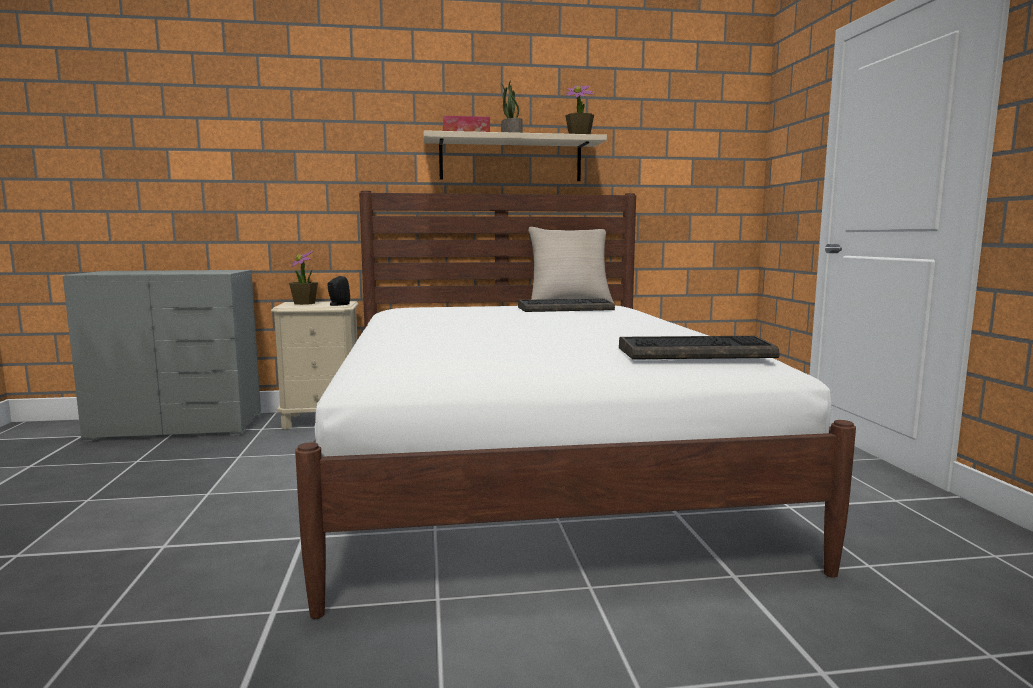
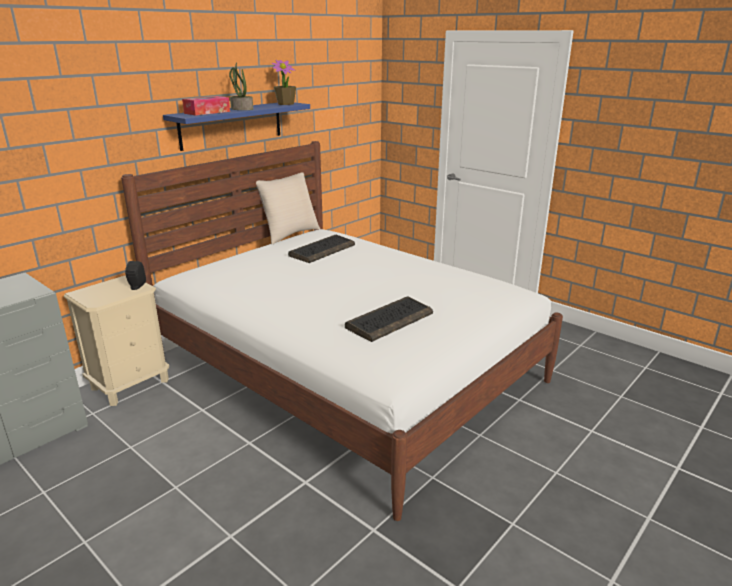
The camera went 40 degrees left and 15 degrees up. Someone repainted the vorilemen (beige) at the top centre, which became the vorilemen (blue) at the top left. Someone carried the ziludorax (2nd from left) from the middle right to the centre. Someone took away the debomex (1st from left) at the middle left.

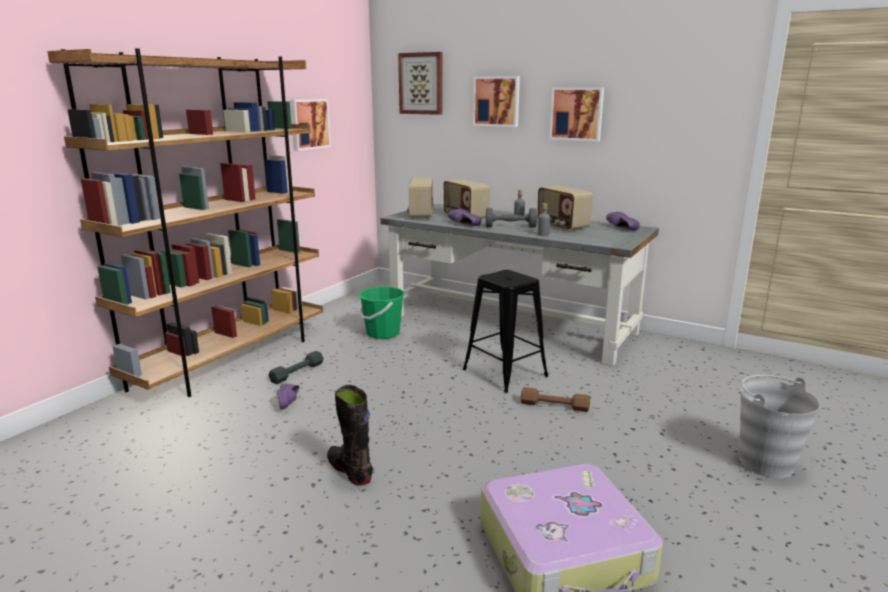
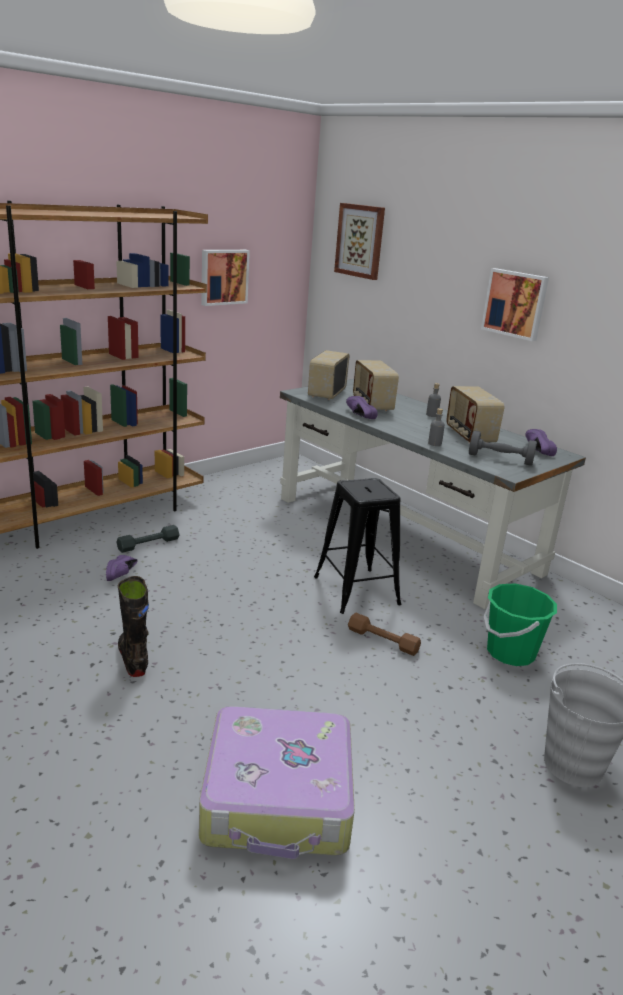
The camera went 15 degrees right and 5 degrees up. Someone carried the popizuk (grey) (2nd from left) from the centre to the middle right. Someone carried the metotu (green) from the centre to the middle right. Someone took away the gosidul (3rd from left) at the top centre.

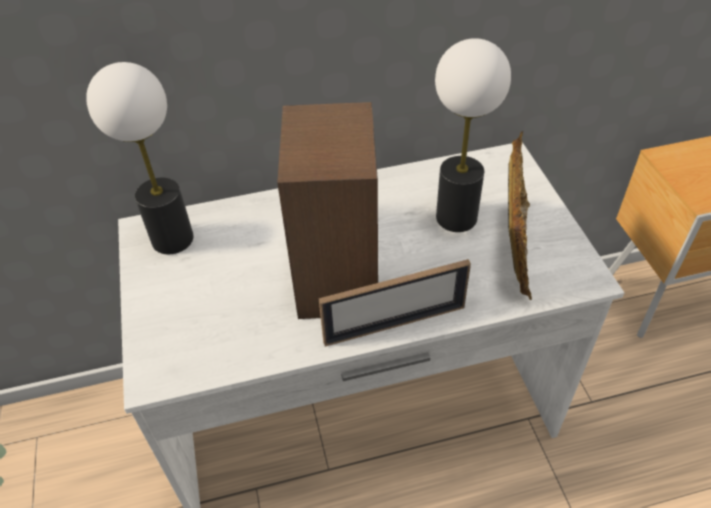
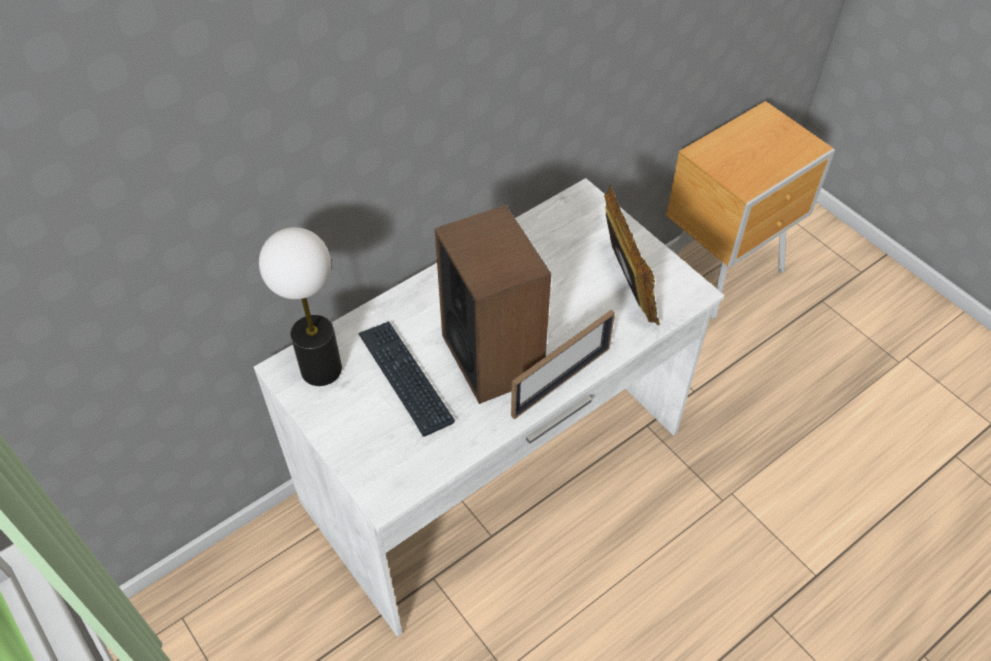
The camera went 25 degrees left and 5 degrees up. Someone put down the ziludorax at the centre. Someone took away the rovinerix (2nd from left) at the top centre.

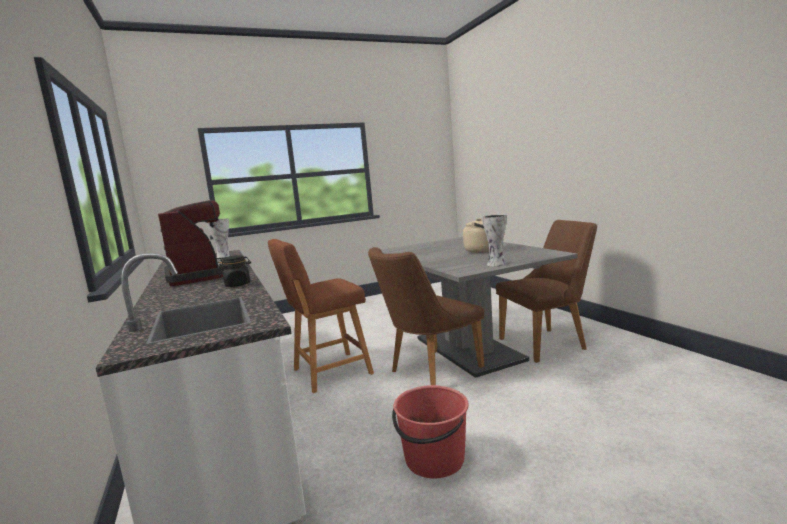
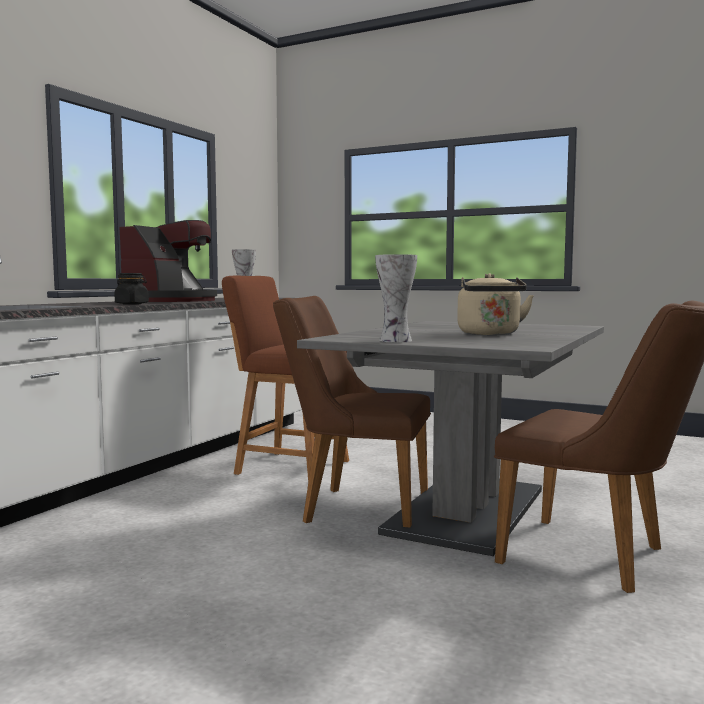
The camera went 50 degrees right and 5 degrees down. Someone took away the metotu (red) at the bottom centre.

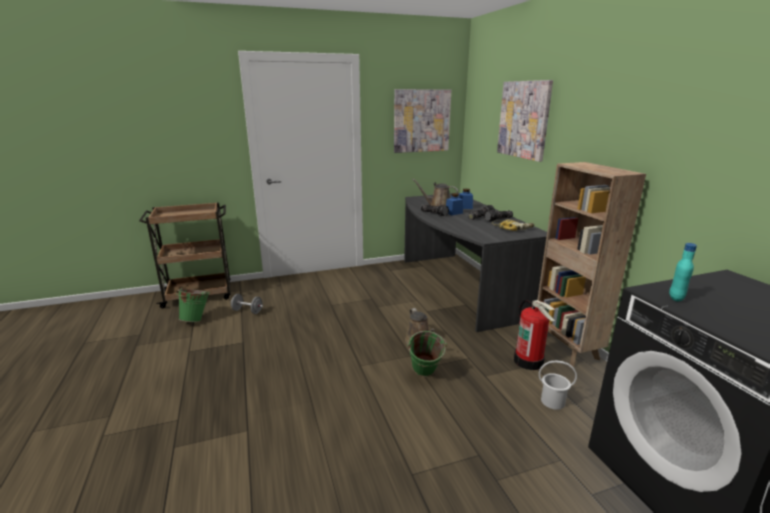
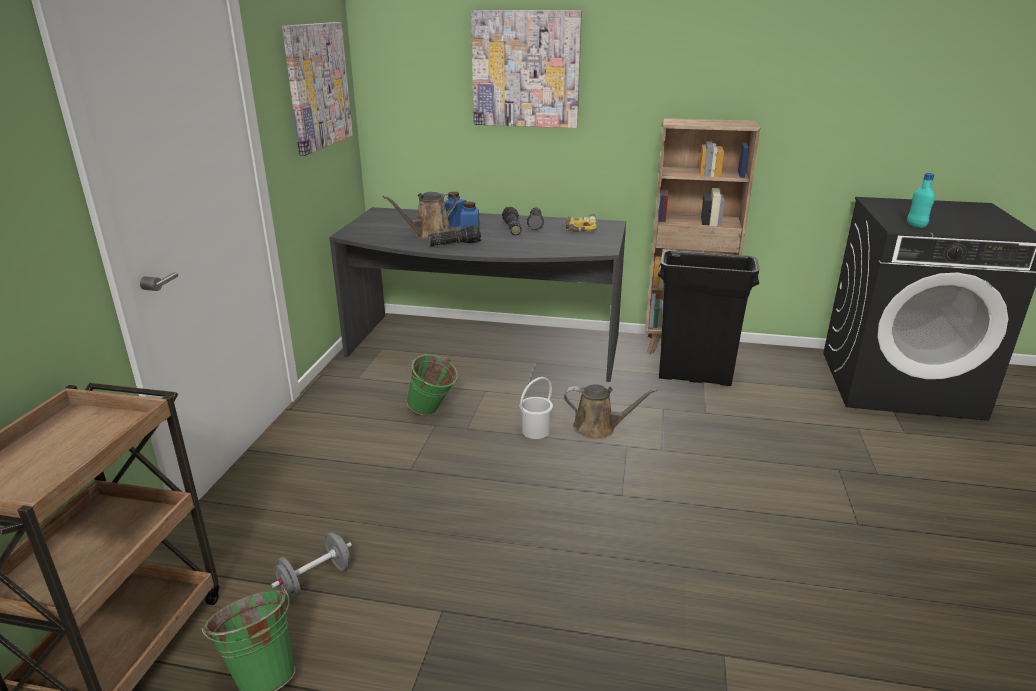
The camera went 60 degrees left and 5 degrees up. Someone carried the metotu (green) (2nd from left) from the bottom centre to the centre. Someone carried the metotu (white) from the bottom right to the centre. Someone swapped the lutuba at the middle right for the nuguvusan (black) at the middle right.

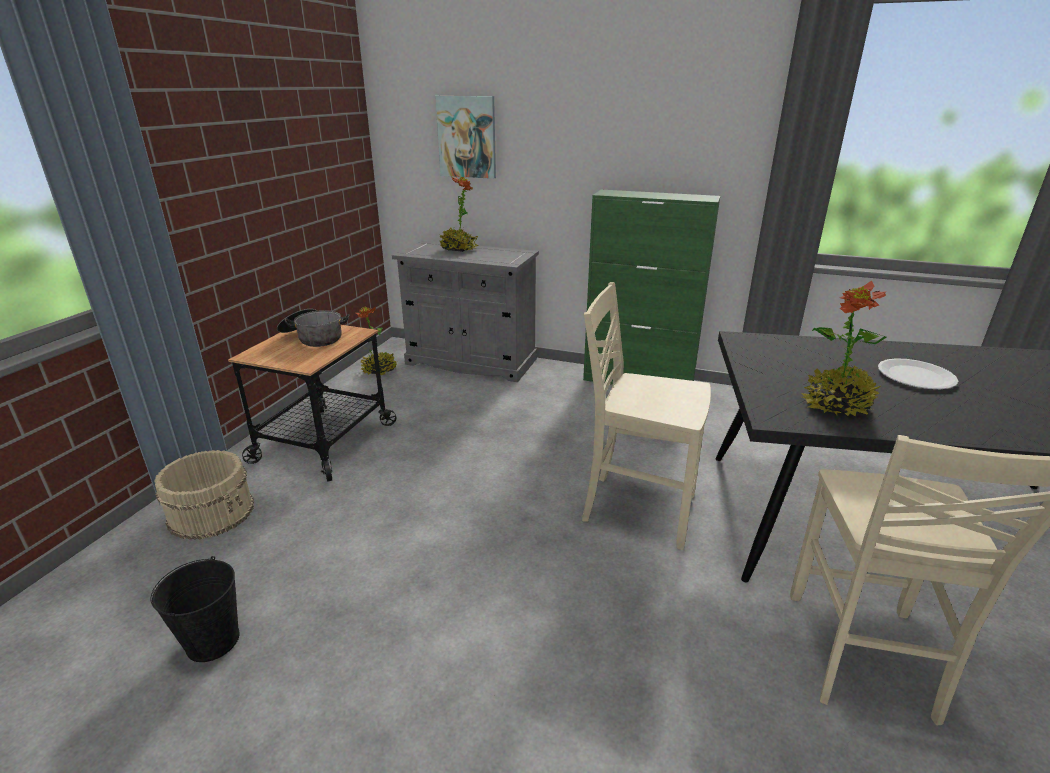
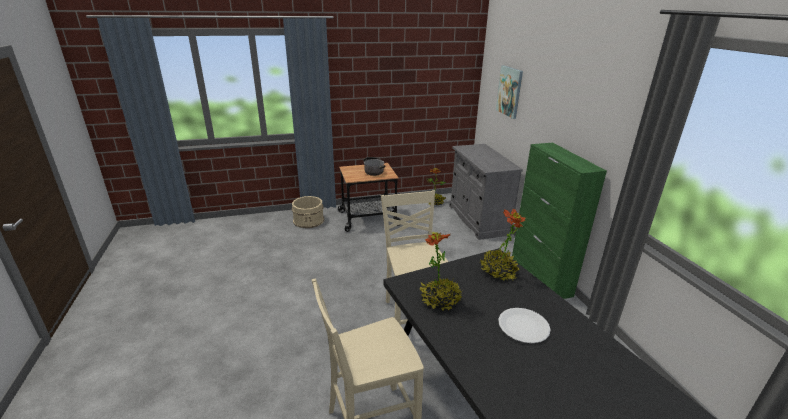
The camera went 55 degrees right and 0 degrees up. Someone carried the debomex (2nd from left in the first image) from the top centre to the centre. Someone took away the metotu (black) at the bottom left.

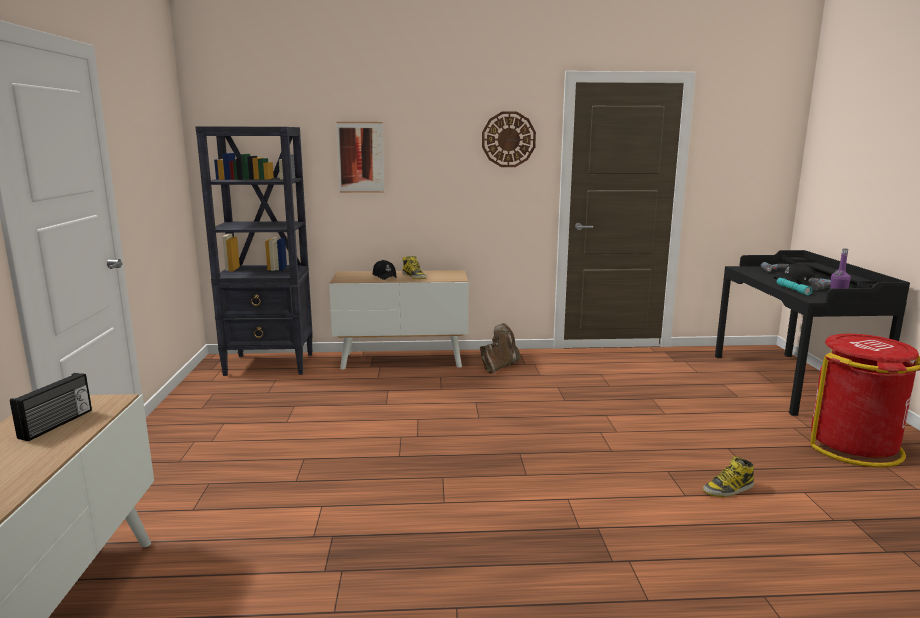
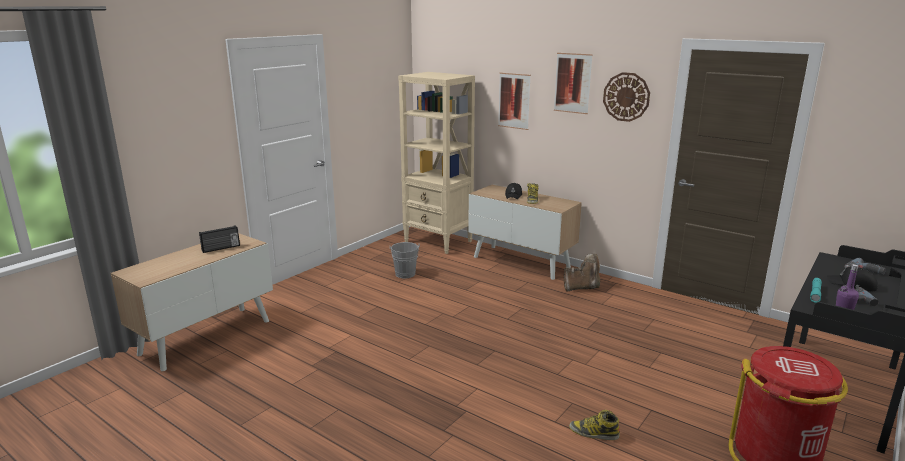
The camera went 40 degrees right and 5 degrees up. Someone put down the metotu (grey) at the centre. Someone repainted the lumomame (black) at the middle left, which became the lumomame (beige) at the centre. Someone put up the gosidul (2nd from left) at the top centre.

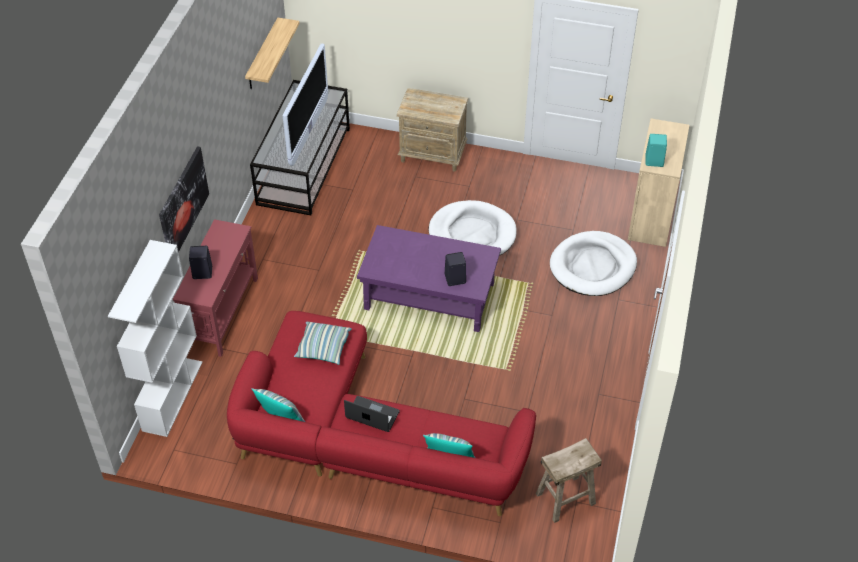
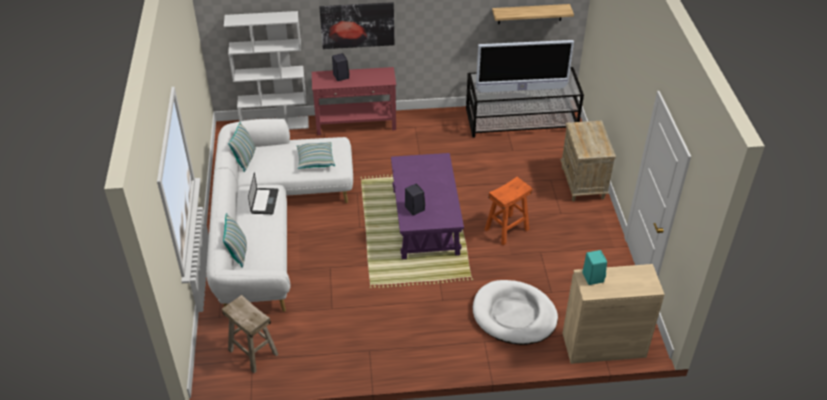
The camera went 70 degrees right and 5 degrees down. Someone repainted the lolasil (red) at the bottom centre, which became the lolasil (white) at the centre. Someone swapped the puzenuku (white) (1st from left) at the centre for the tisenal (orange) at the centre.

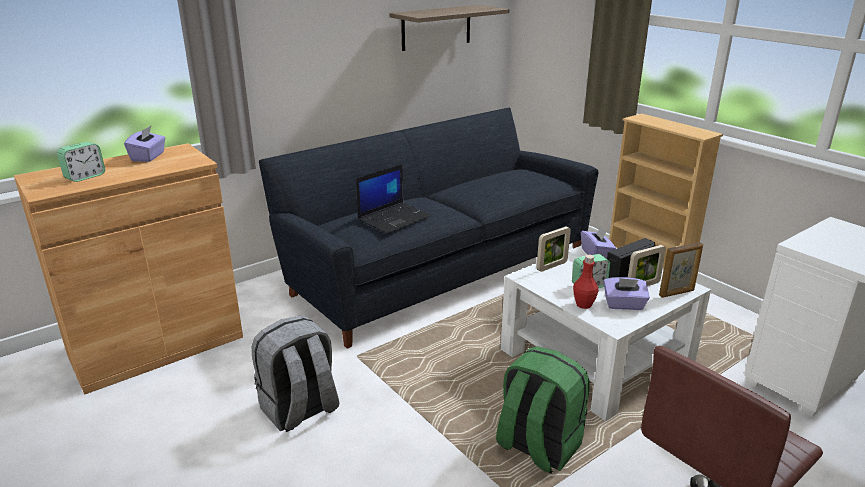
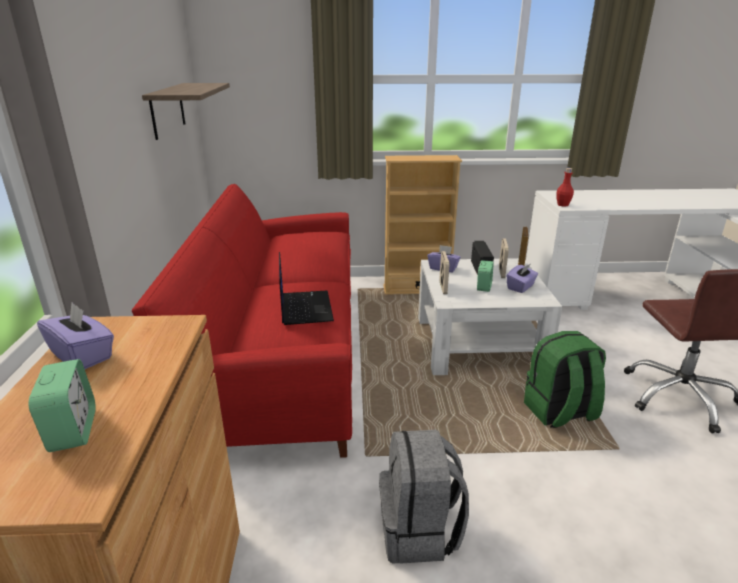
The camera went 55 degrees left and 0 degrees up. Someone repainted the lolasil (black) at the centre, which became the lolasil (red) at the middle left. Someone carried the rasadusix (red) from the middle right to the top right.

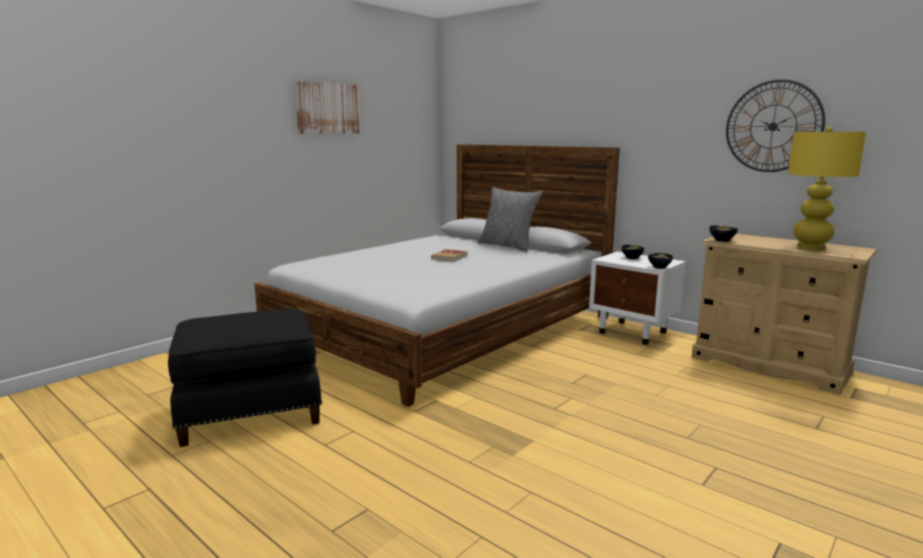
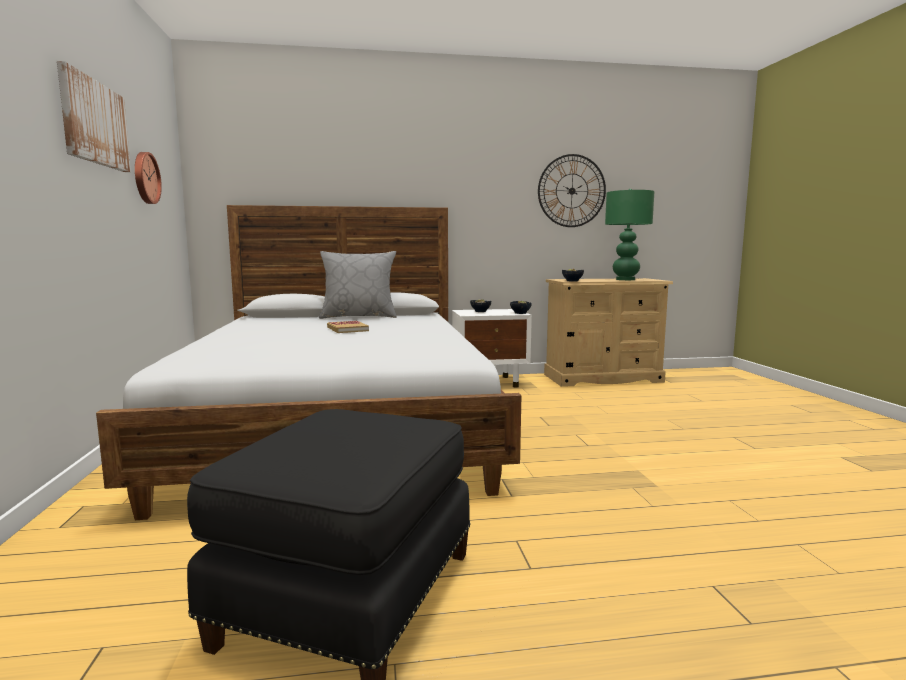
The camera went 50 degrees left and 5 degrees down. Someone put up the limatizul (1st from left) at the top left. Someone repainted the rovinerix (yellow) at the middle right, which became the rovinerix (green) at the middle right.

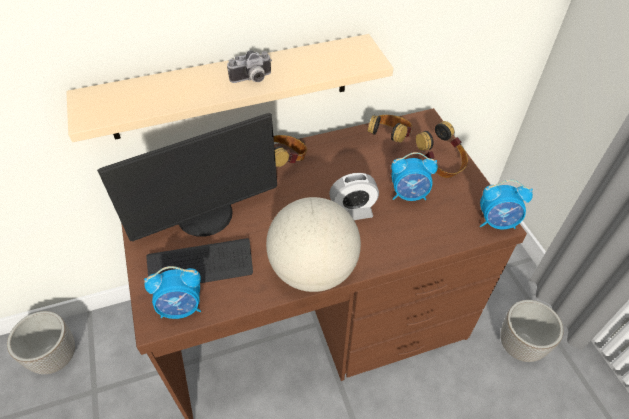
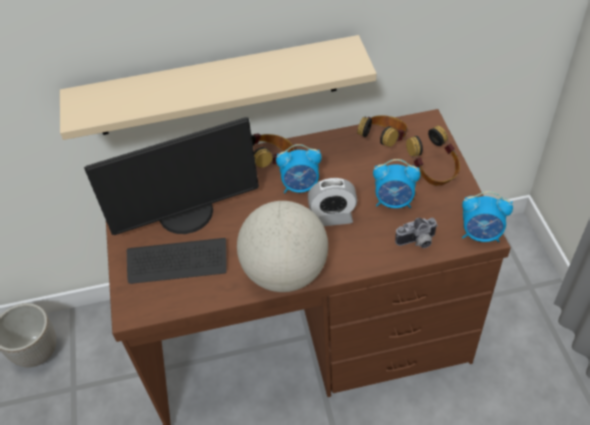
The camera went 10 degrees right and 0 degrees up. Someone carried the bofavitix (1st from left) from the bottom left to the centre. Someone carried the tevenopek from the top centre to the middle right. Someone took away the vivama (2nd from left) at the bottom right.

